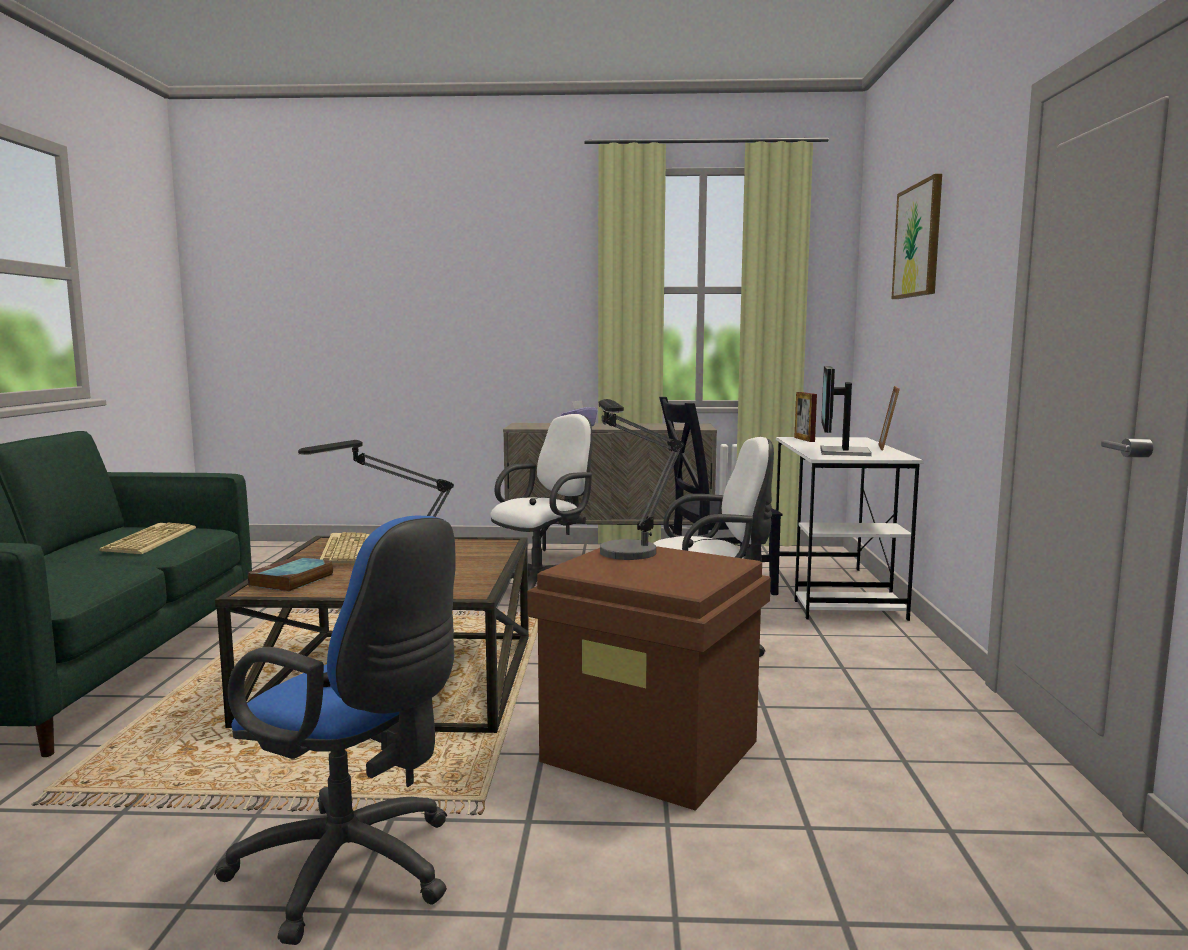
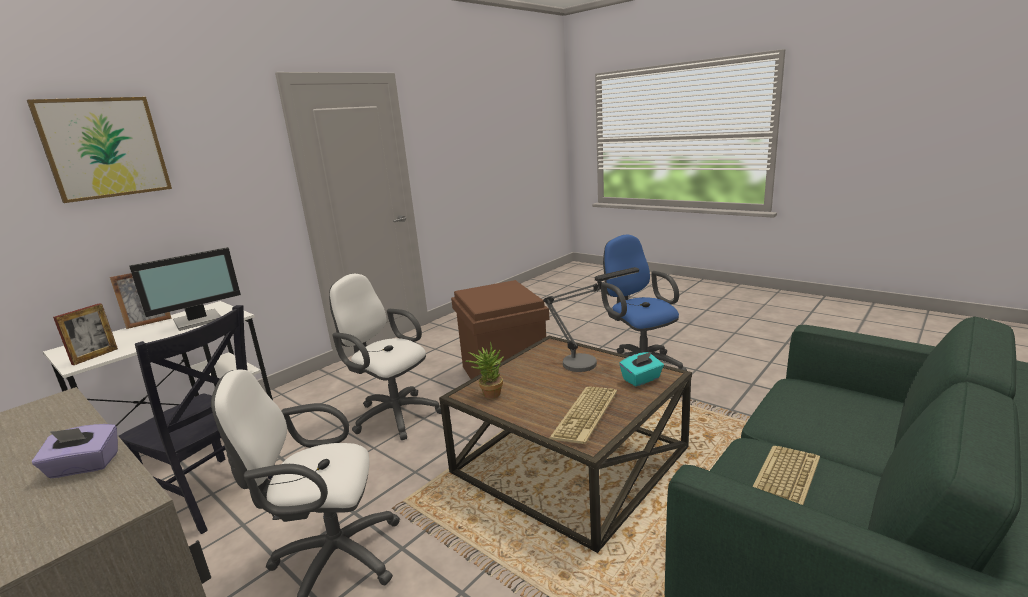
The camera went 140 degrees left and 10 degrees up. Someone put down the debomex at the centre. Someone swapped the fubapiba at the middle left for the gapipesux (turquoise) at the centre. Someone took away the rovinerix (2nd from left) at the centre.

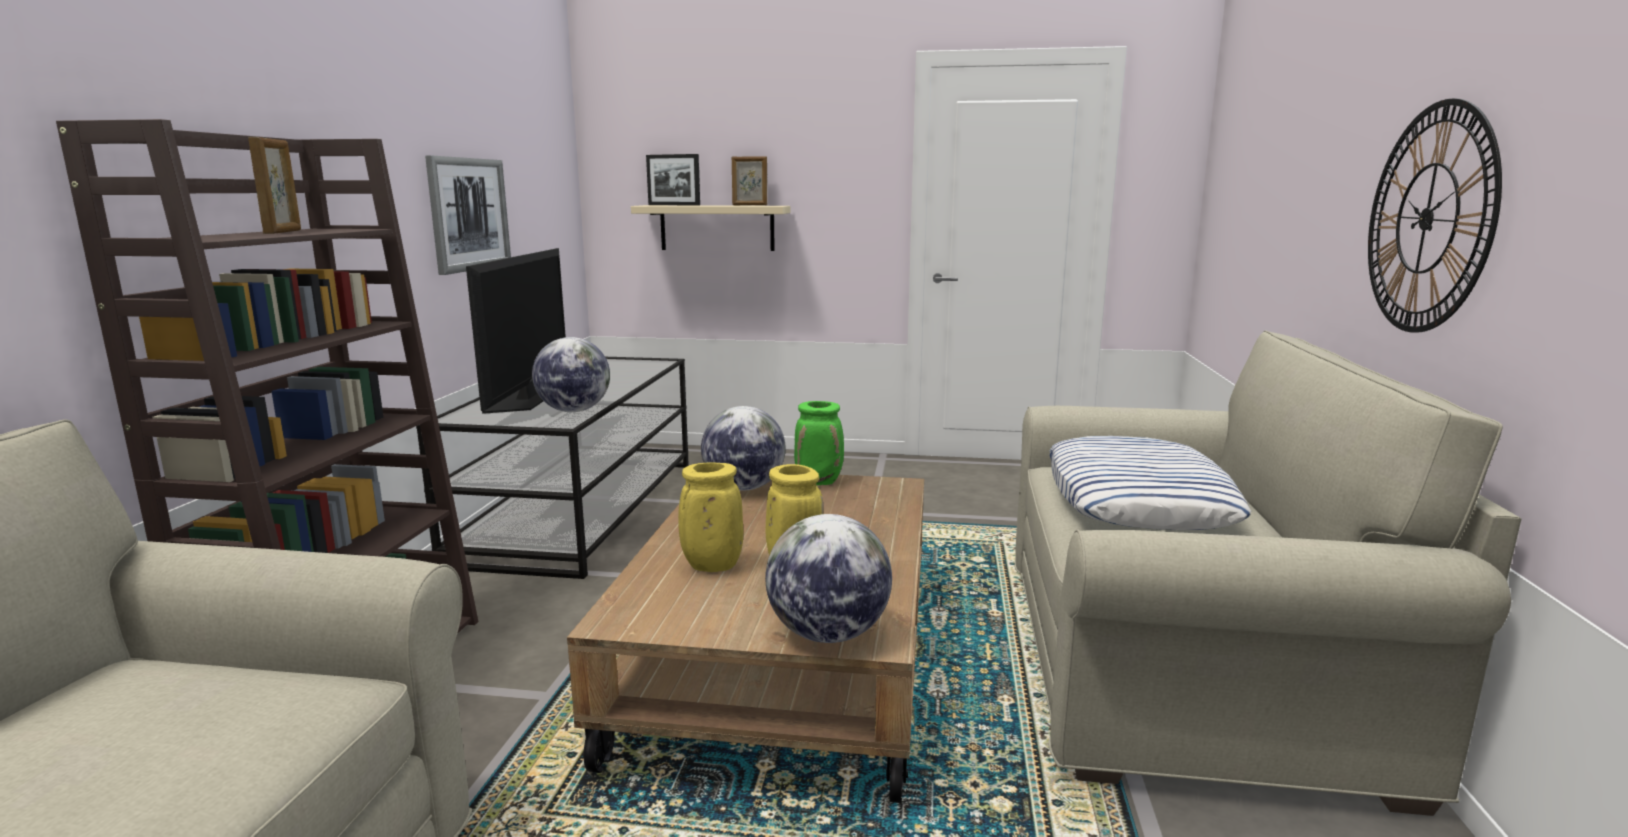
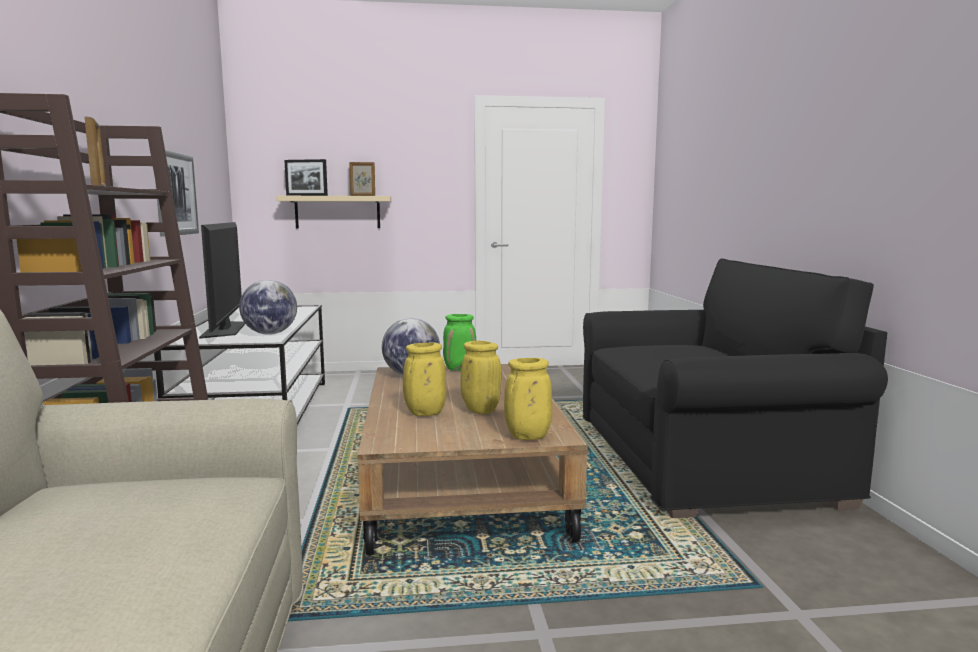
The camera went 15 degrees left and 5 degrees down. Someone swapped the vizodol (3rd from left) at the bottom centre for the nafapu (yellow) (3rd from left) at the centre. Someone repainted the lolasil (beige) (2nd from left) at the bottom right, which became the lolasil (black) at the middle right. Someone took away the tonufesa at the middle right. Someone took away the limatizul at the top right.

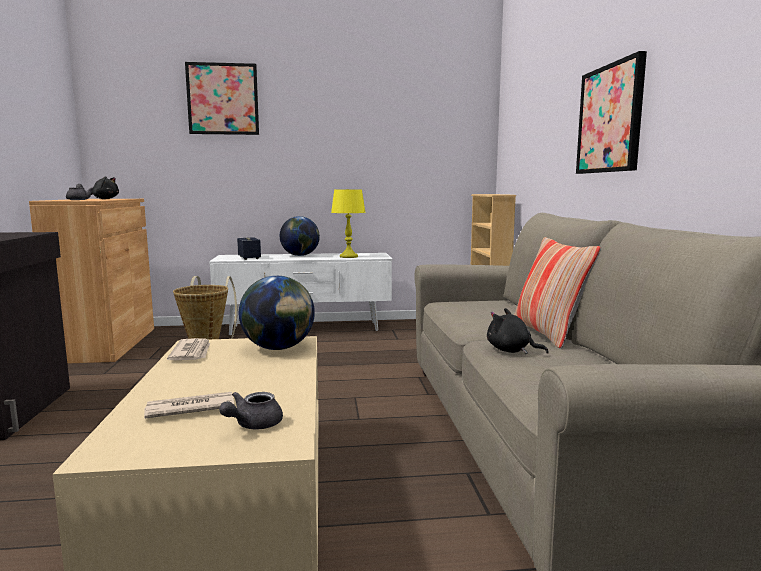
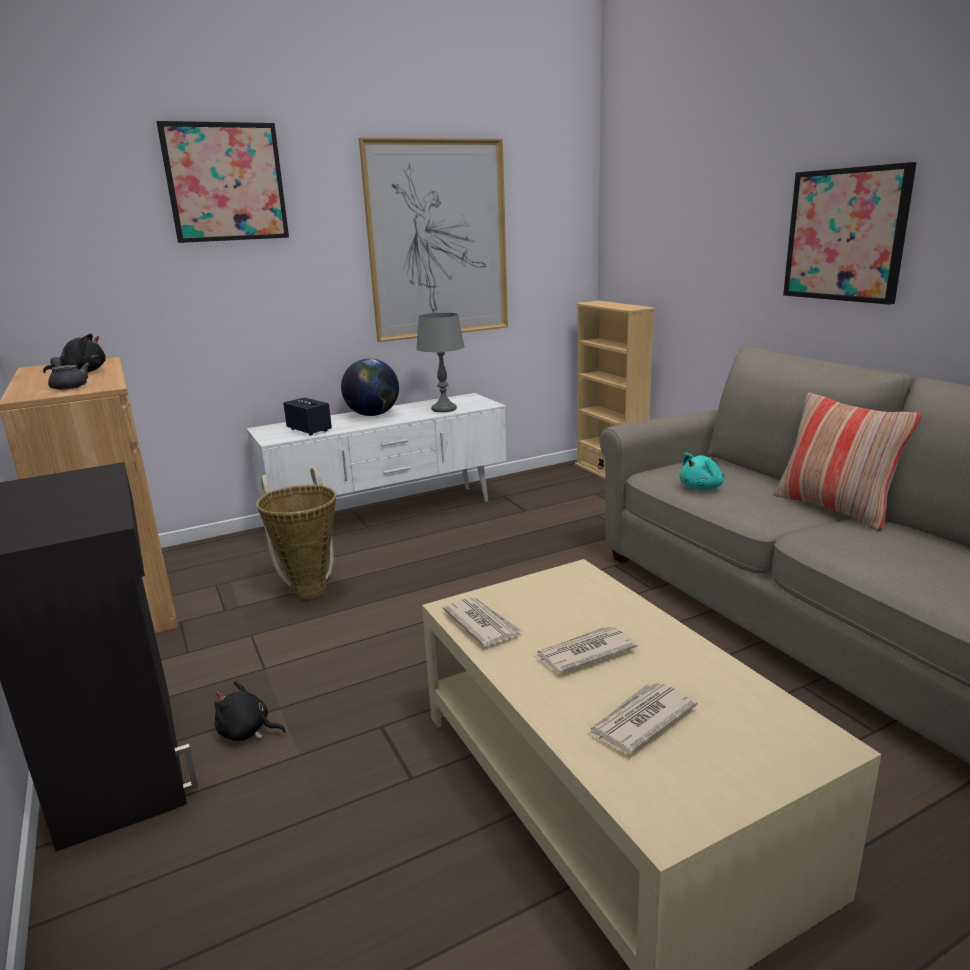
The camera went 20 degrees left and 10 degrees up. Someone carried the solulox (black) (2nd from left) from the middle right to the bottom left. Someone put up the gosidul (2nd from left) at the top centre. Someone repainted the rovinerix (yellow) at the centre, which became the rovinerix (grey) at the centre. Someone put down the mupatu (2nd from left) at the bottom centre. Someone put down the solulox (turquoise) at the middle right. Someone took away the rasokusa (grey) (2nd from left) at the bottom left. Someone took away the vizodol (1st from left) at the centre.

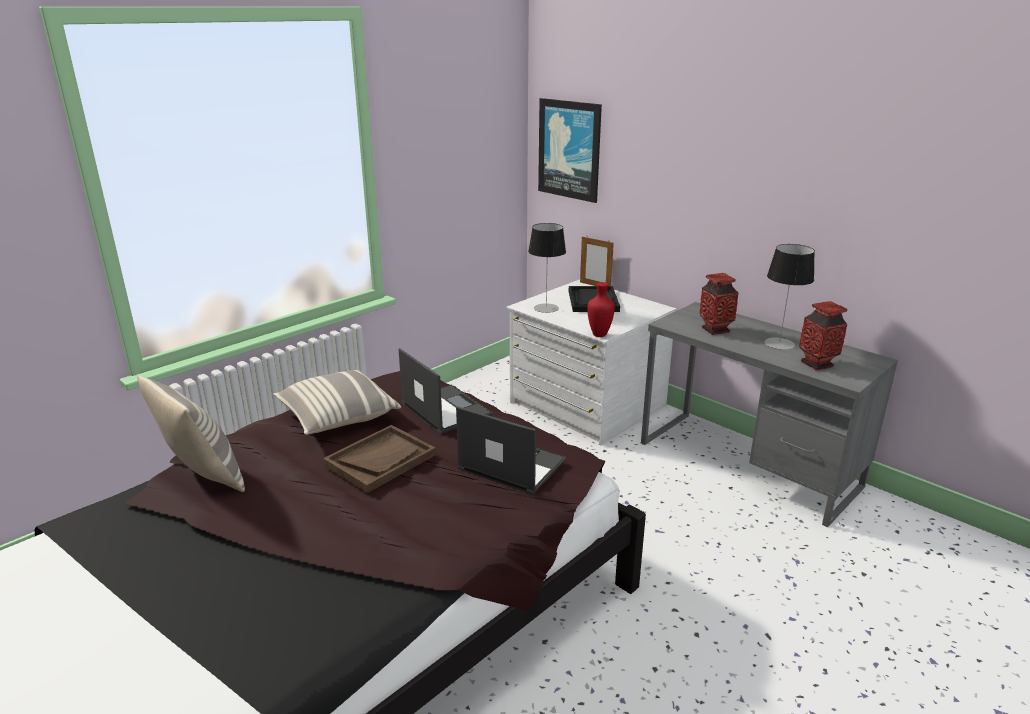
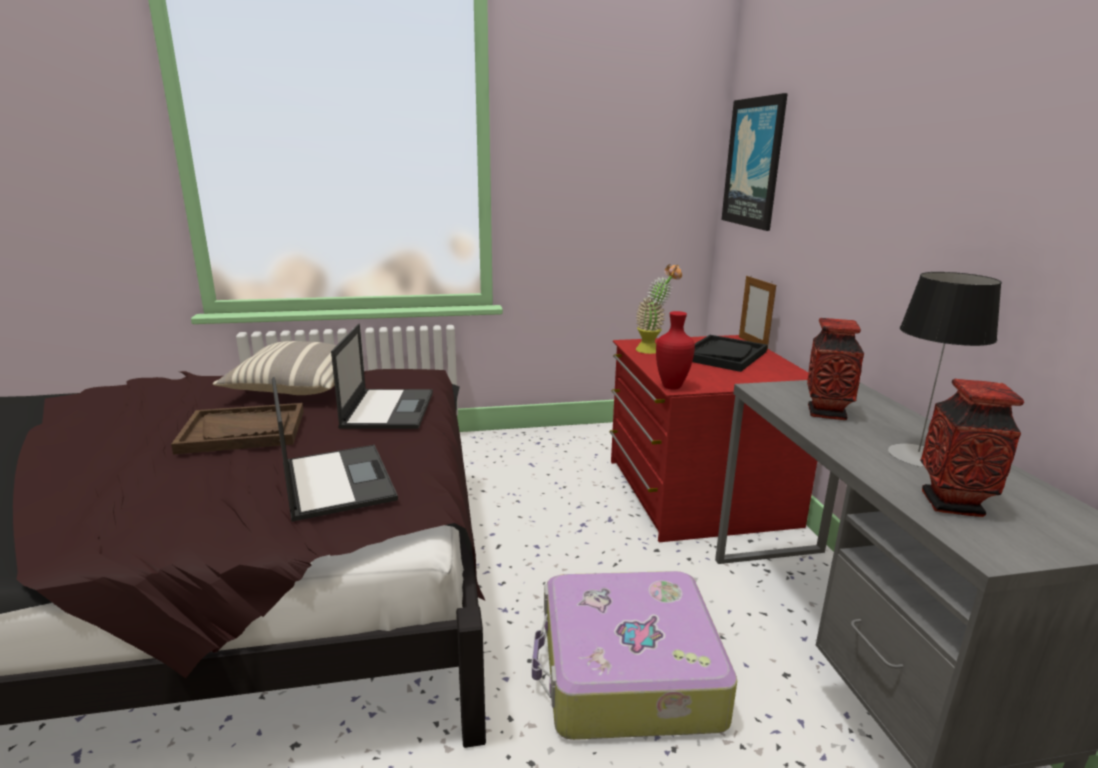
The camera went 35 degrees right and 5 degrees down. Someone put down the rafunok at the bottom centre. Someone repainted the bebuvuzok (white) at the centre, which became the bebuvuzok (red) at the centre. Someone swapped the rovinerix (1st from left) at the centre for the debomex at the centre. Someone took away the tonufesa (1st from left) at the middle left.

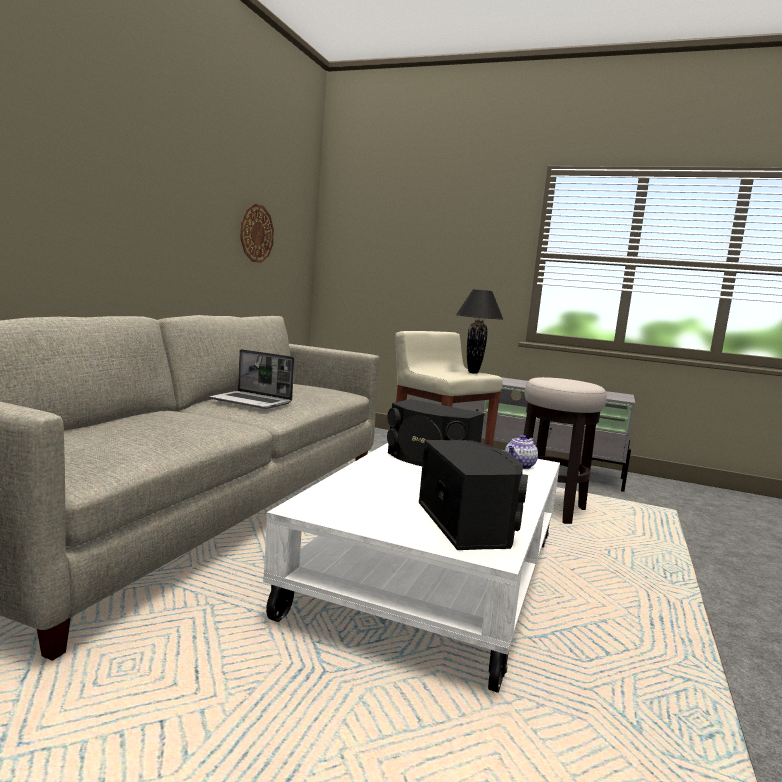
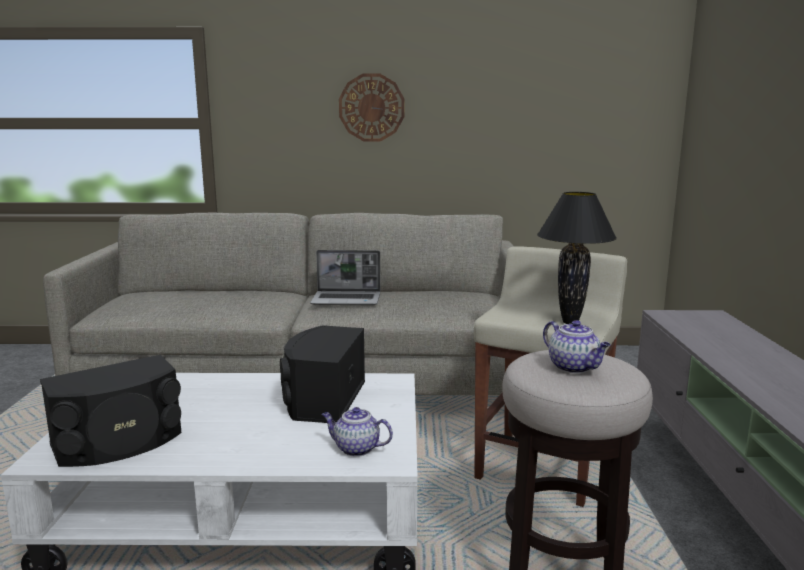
The camera went 70 degrees right and 5 degrees up. Someone rotated the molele at the middle left by 90 degrees counterclockwise. Someone carried the limatizul from the top left to the top centre. Someone put down the rasokusa (2nd from left) at the middle right.

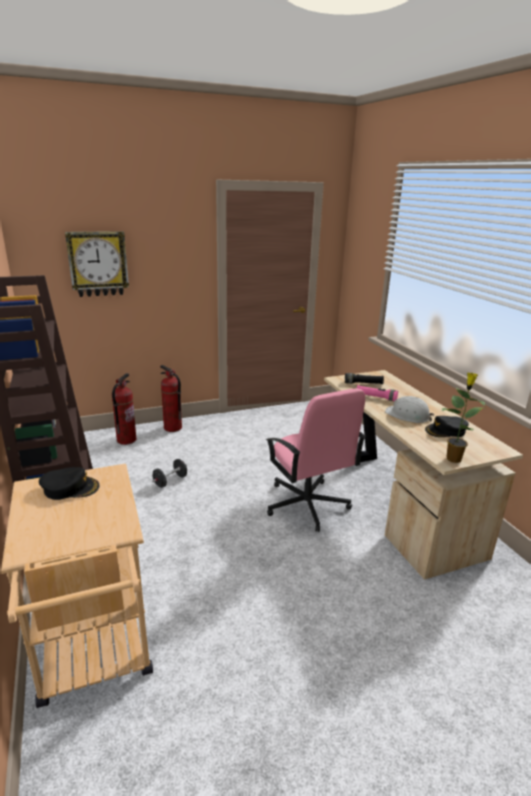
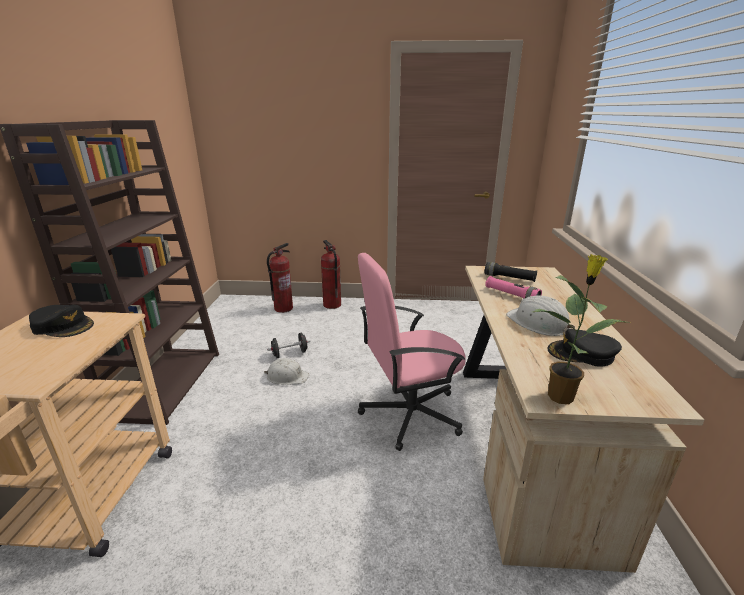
The camera went 25 degrees right and 0 degrees up. Someone put down the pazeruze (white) (1st from left) at the centre. Someone rotated the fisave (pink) at the centre by 75 degrees clockwise. Someone took away the limatizul at the top left.

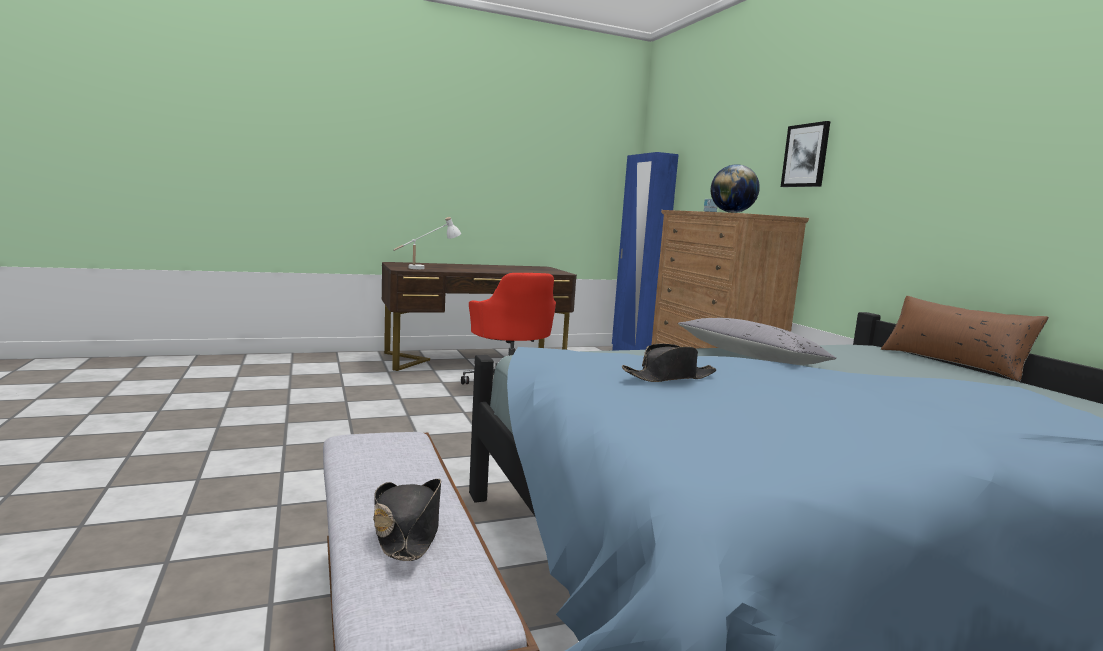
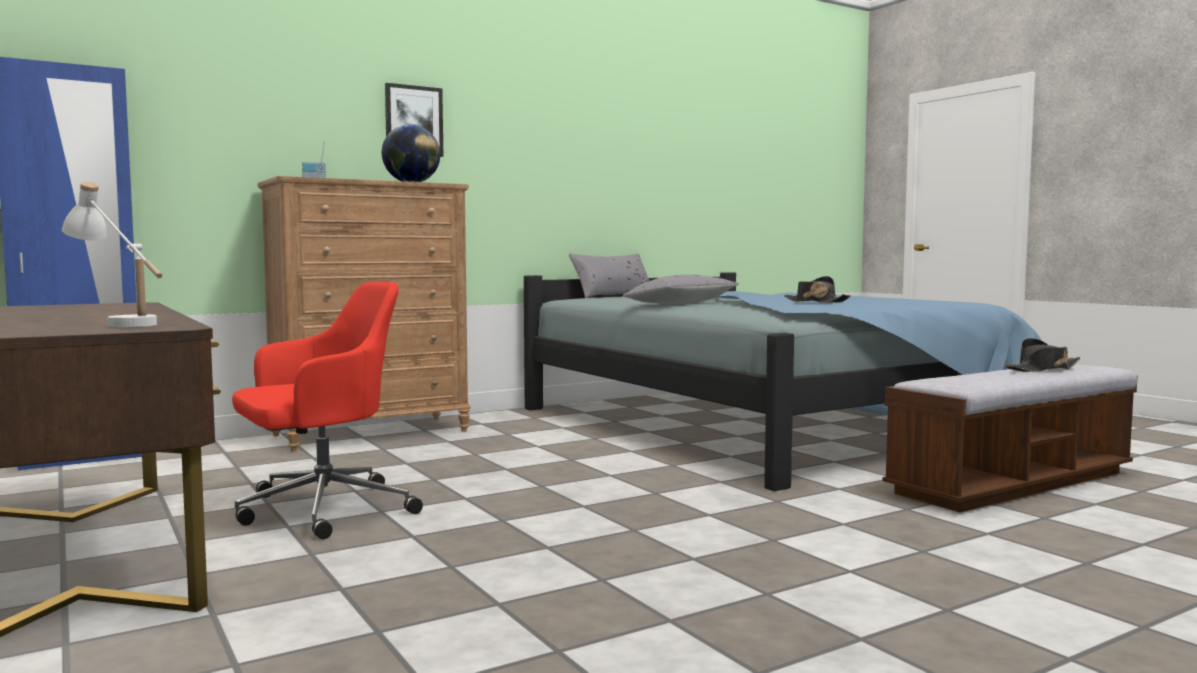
The camera went 100 degrees left and 5 degrees down. Someone repainted the tonufesa (brown) at the middle right, which became the tonufesa (grey) (1st from left) at the centre.

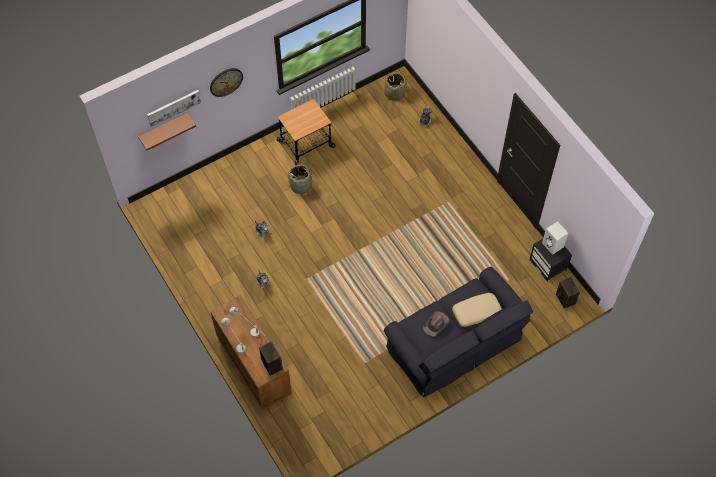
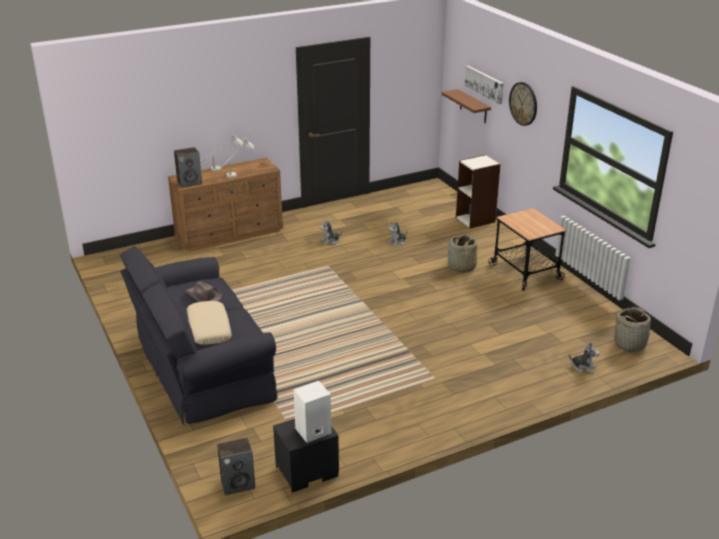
The camera went 95 degrees right and 30 degrees down. Someone put down the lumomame at the centre.

